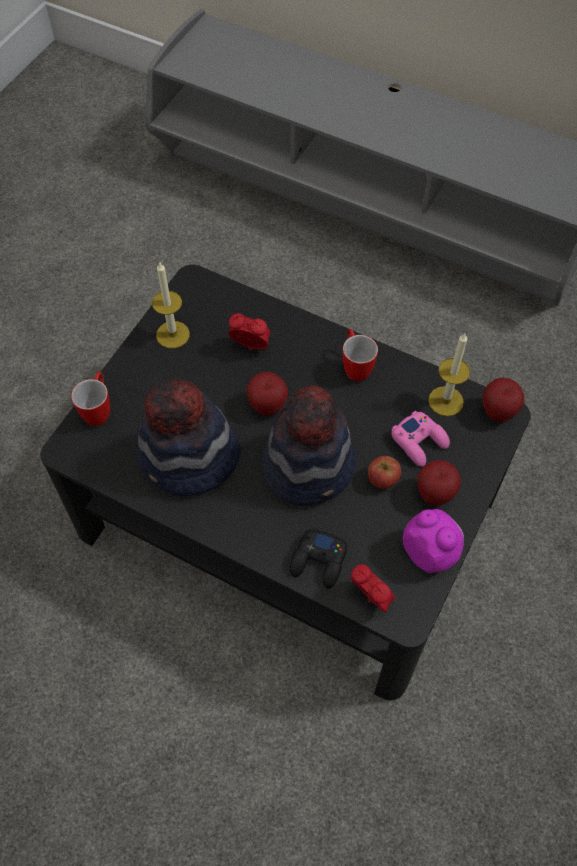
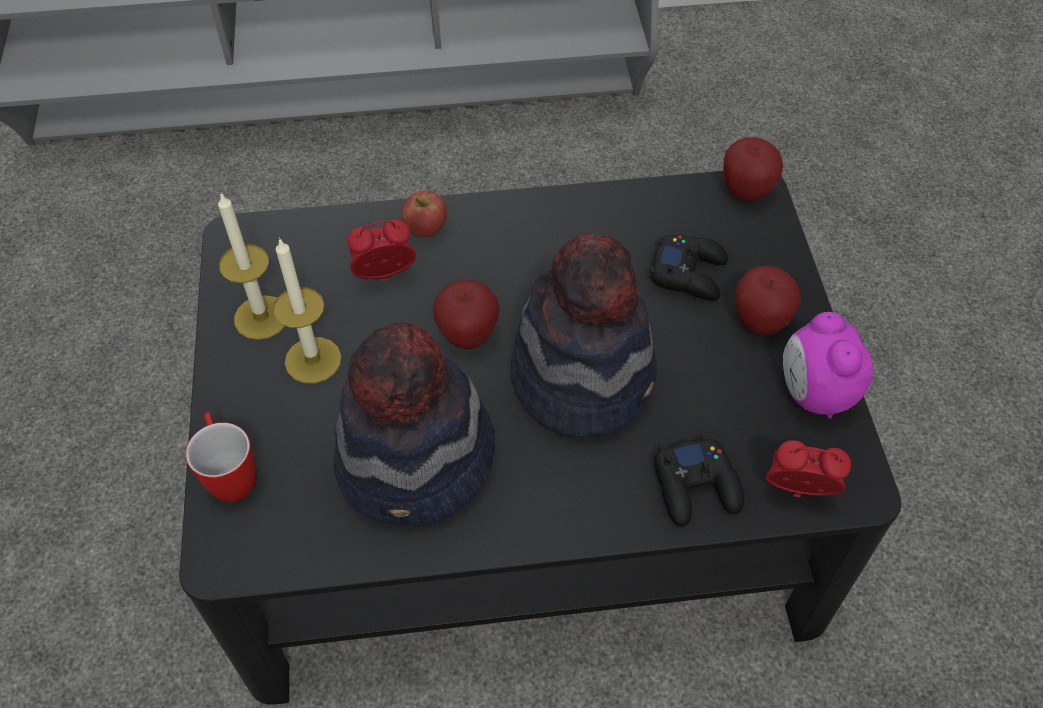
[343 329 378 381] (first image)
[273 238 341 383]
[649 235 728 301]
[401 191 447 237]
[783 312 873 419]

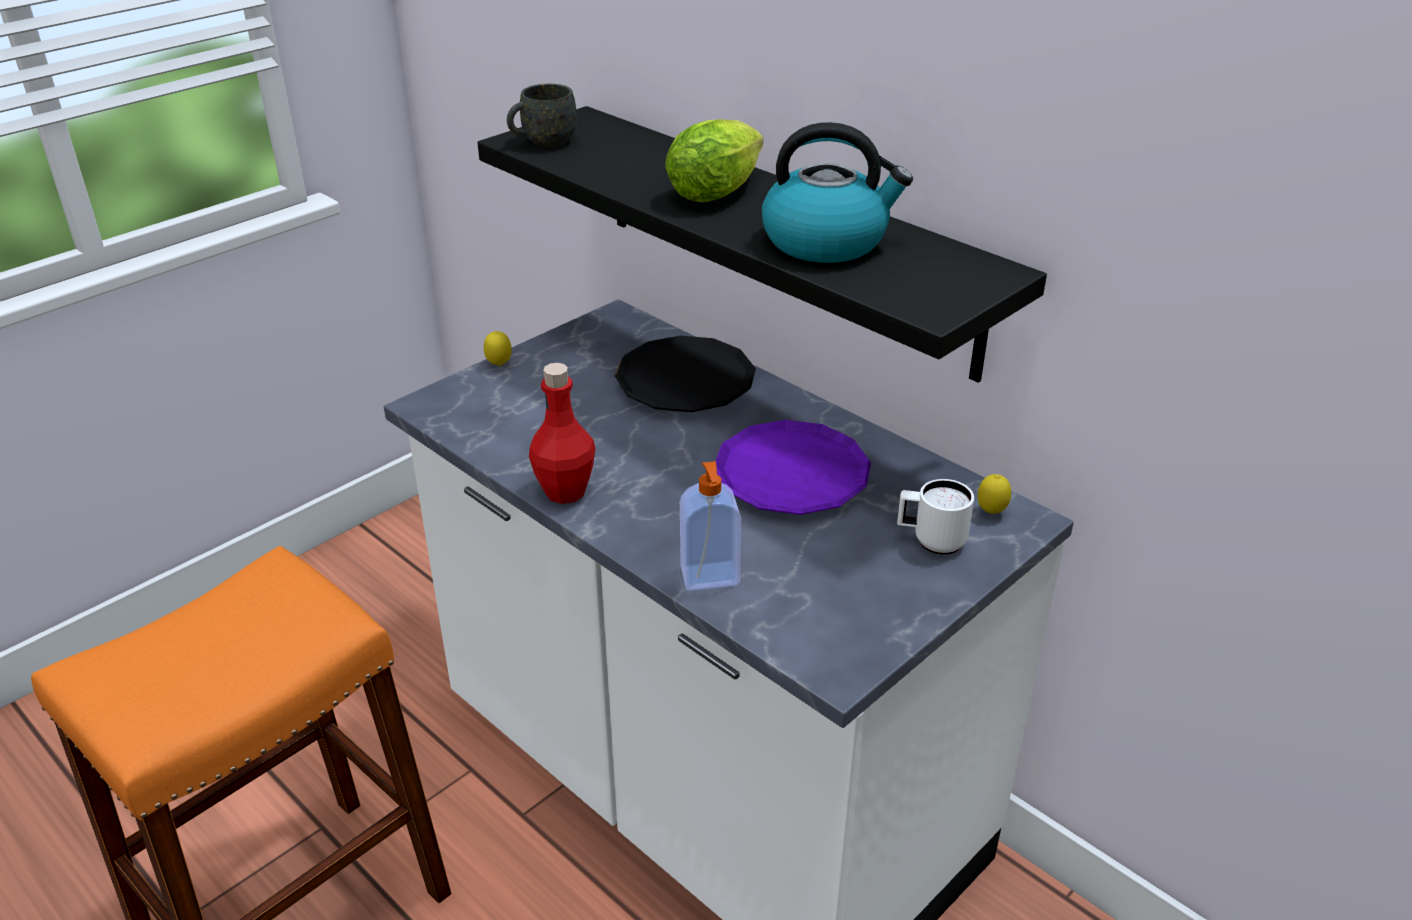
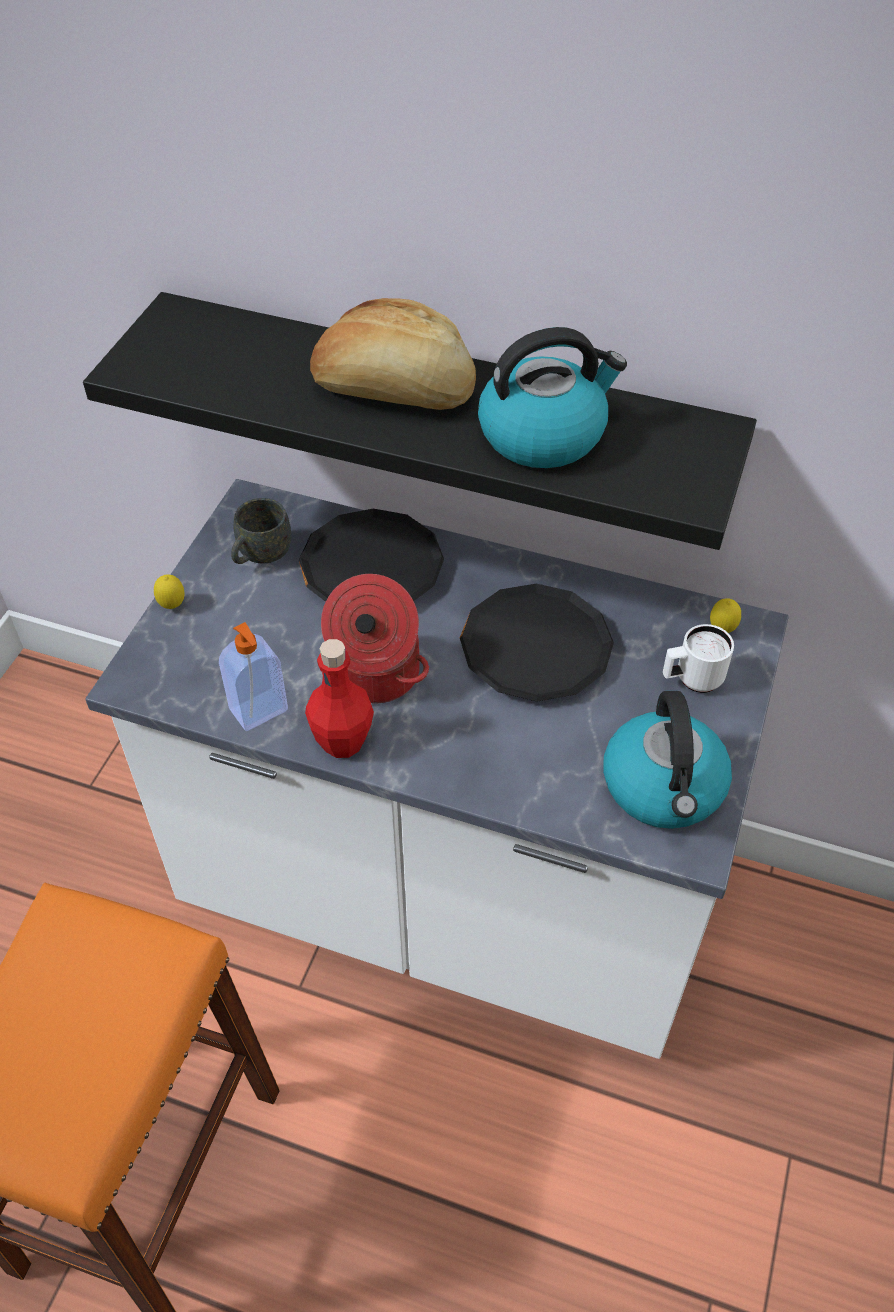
[231 498 291 564]
[310 298 476 410]
[460 583 614 702]
[219 622 288 731]
[321 574 429 703]
[603 691 732 829]

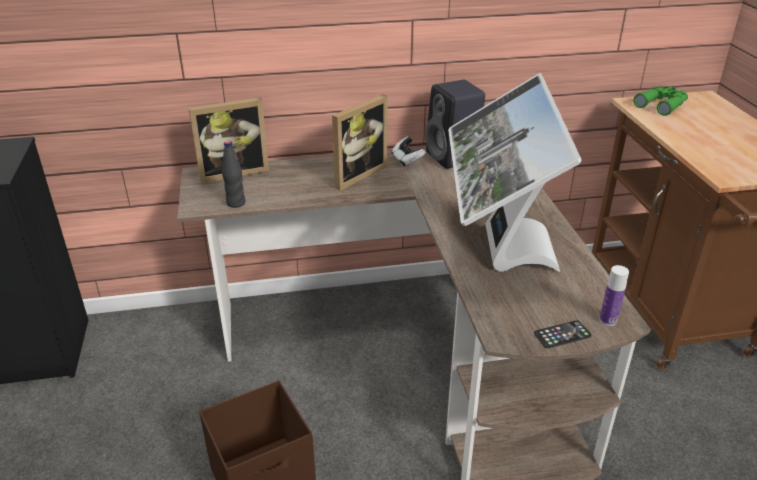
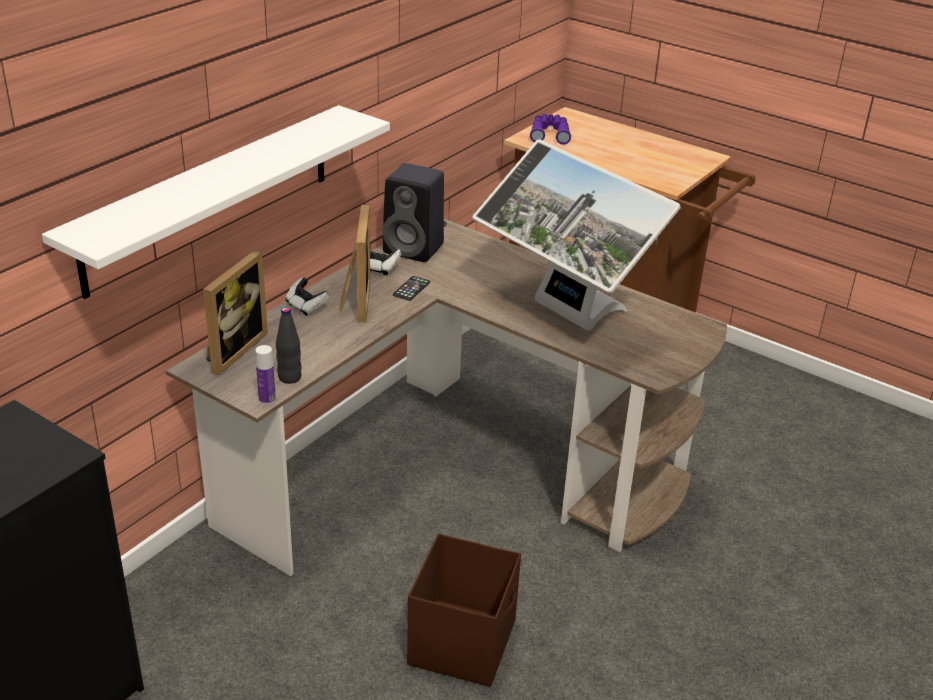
[530 114 571 145]
[255 345 276 404]
[393 276 430 301]
[42 105 390 299]
[286 277 330 316]

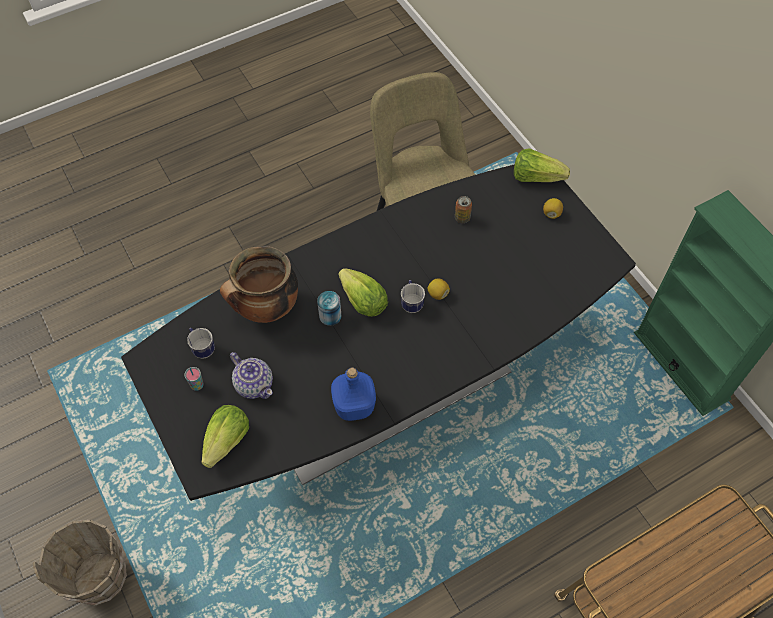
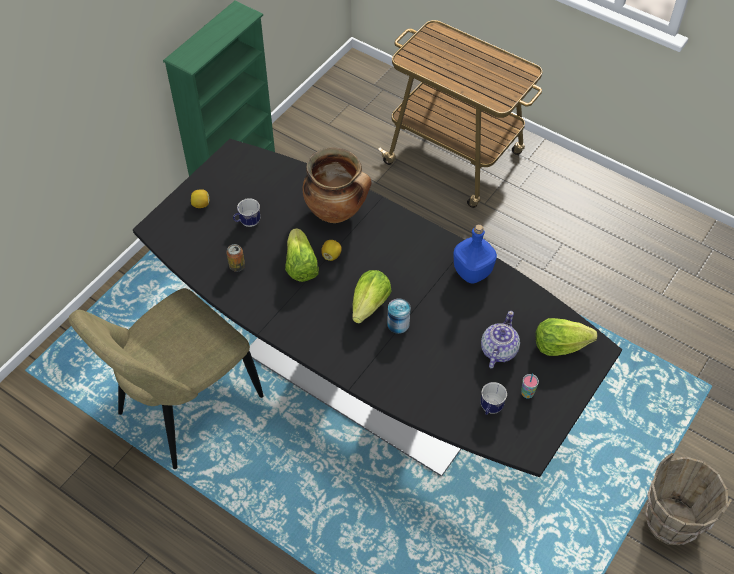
[285 228 319 282]
[302 148 372 223]
[233 198 260 227]

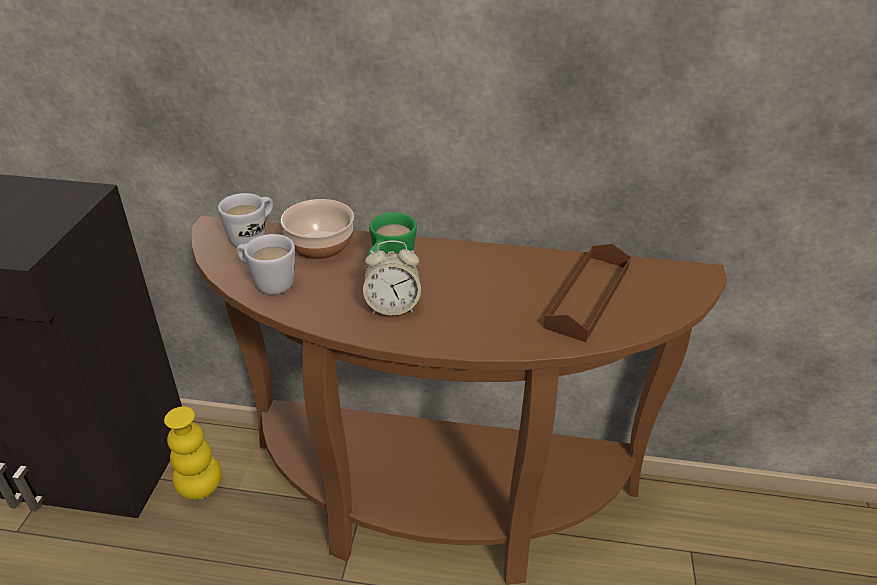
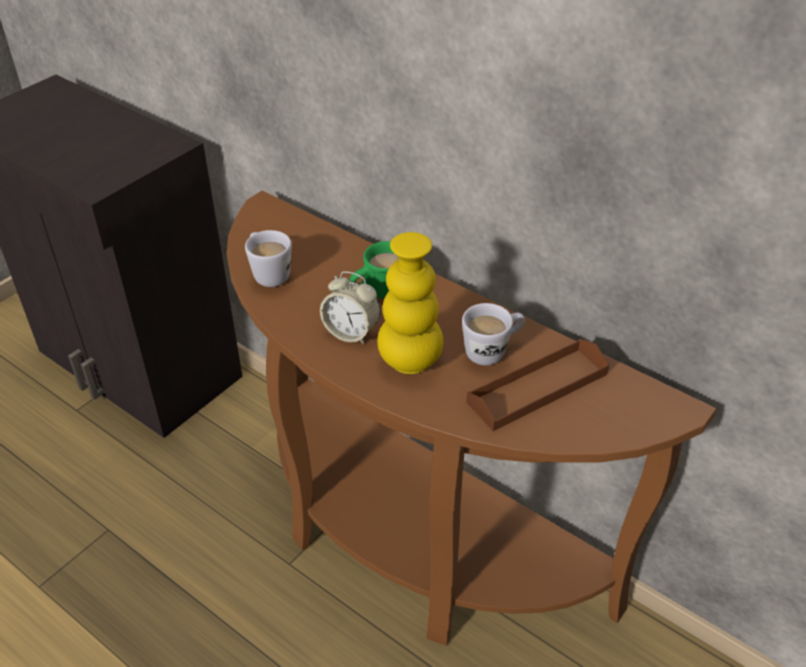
[462 303 525 365]
[281 199 354 261] (first image)
[377 232 443 374]

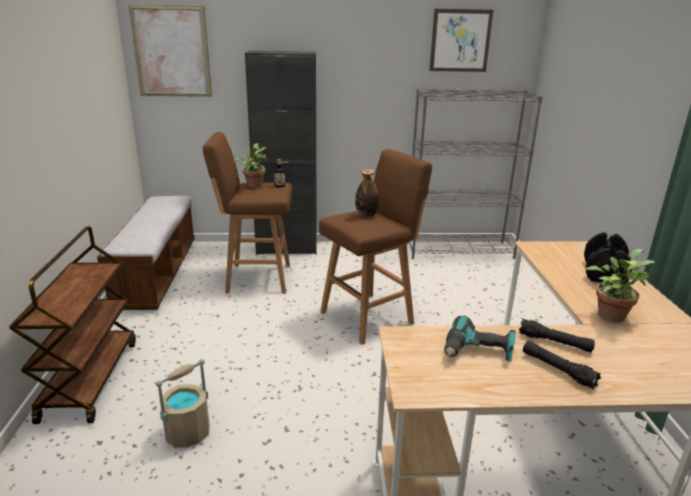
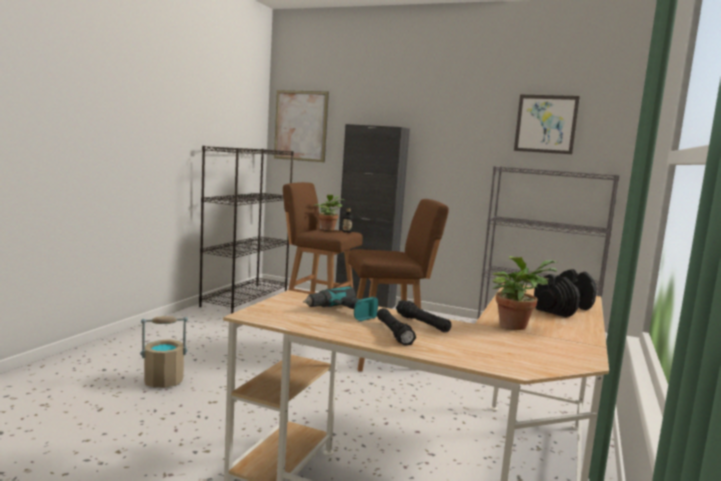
[355 169 380 216] (first image)
[199 146 294 314]
[9 226 136 424] (first image)

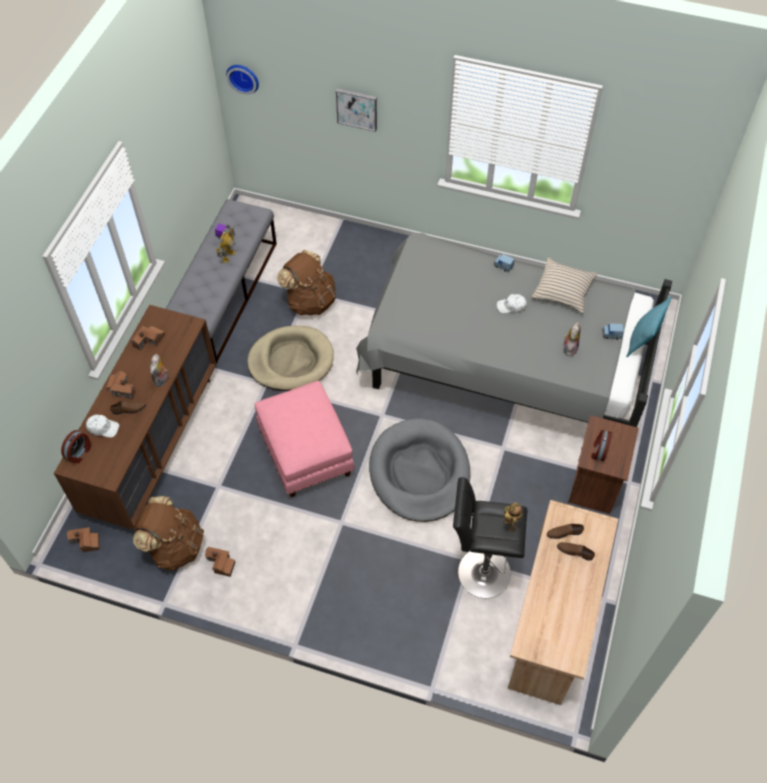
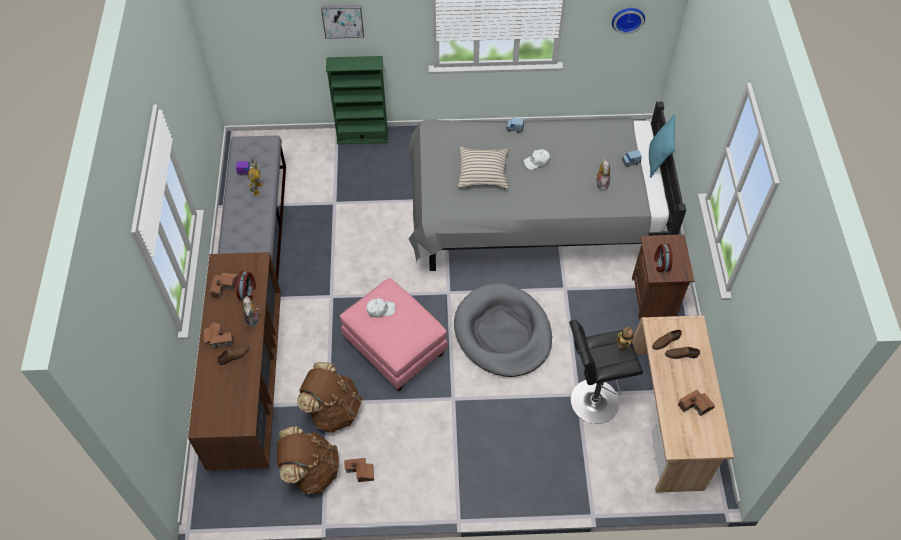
[612 8 645 34]
[297 362 362 433]
[458 146 509 189]
[247 326 334 391] (first image)
[366 298 395 318]
[236 271 256 300]
[678 390 715 416]
[326 56 388 144]

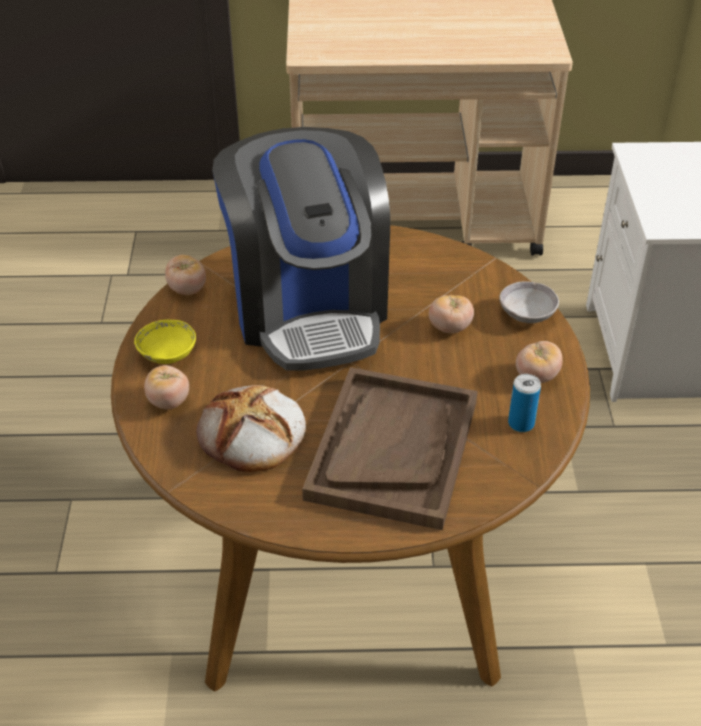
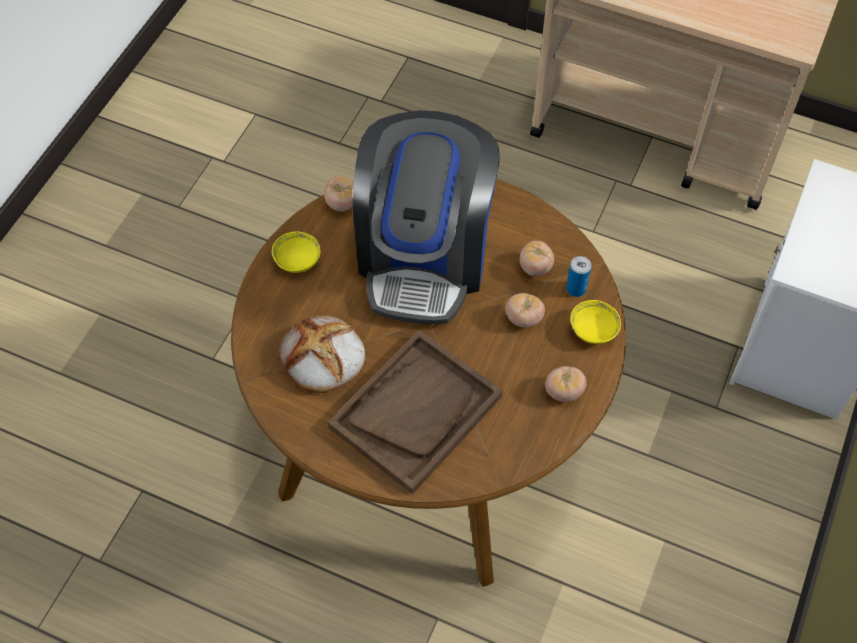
[570 300 621 344]
[520 241 554 277]
[566 256 591 297]

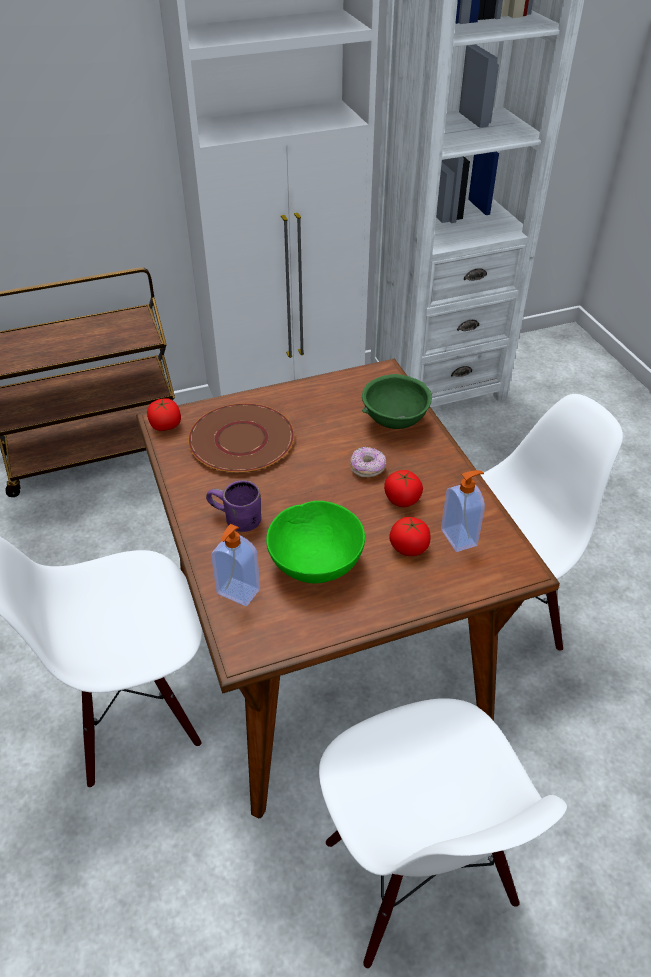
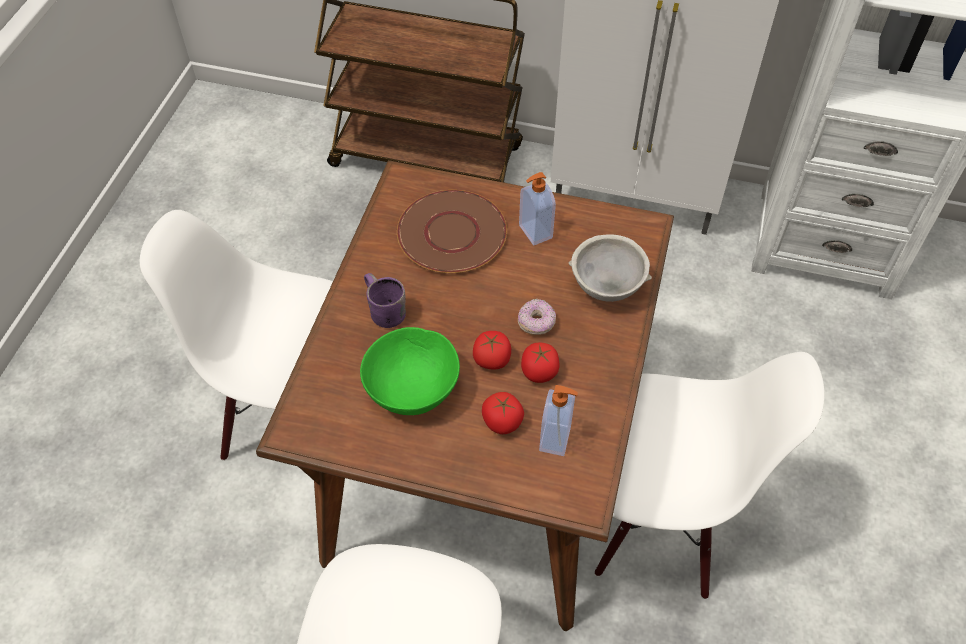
[569 234 652 302]
[473 331 511 370]
[519 172 556 245]

